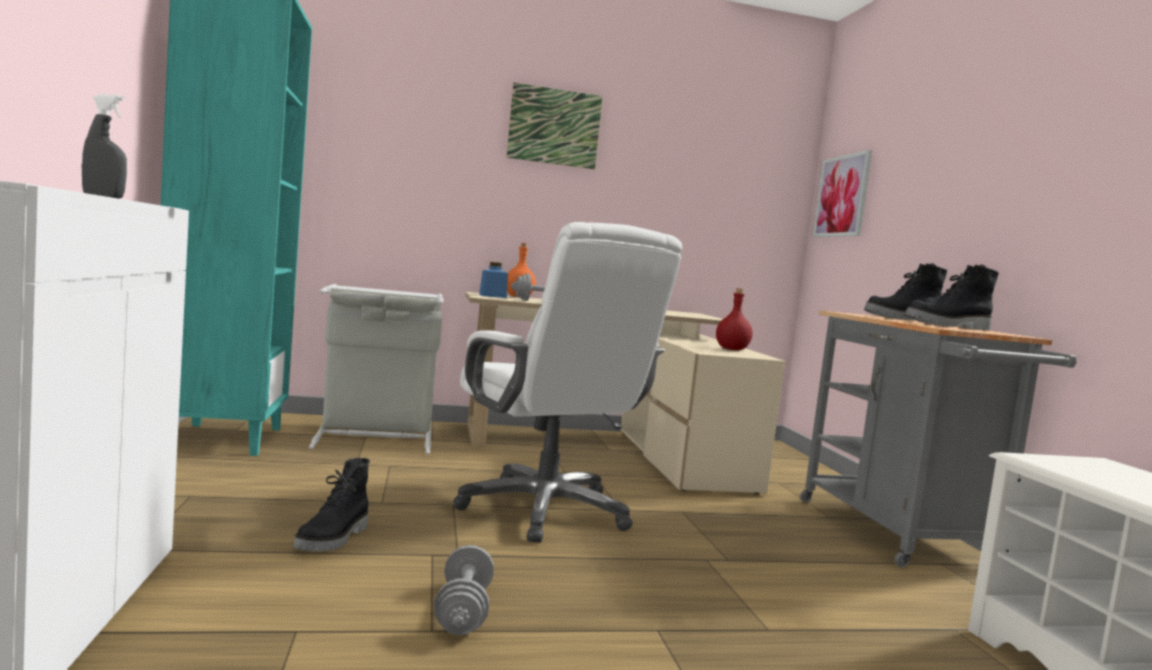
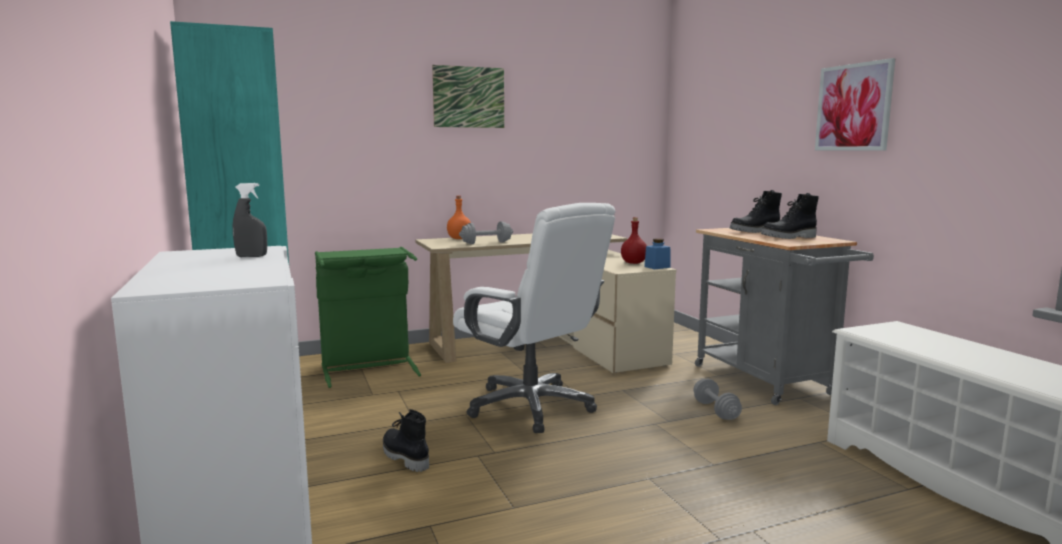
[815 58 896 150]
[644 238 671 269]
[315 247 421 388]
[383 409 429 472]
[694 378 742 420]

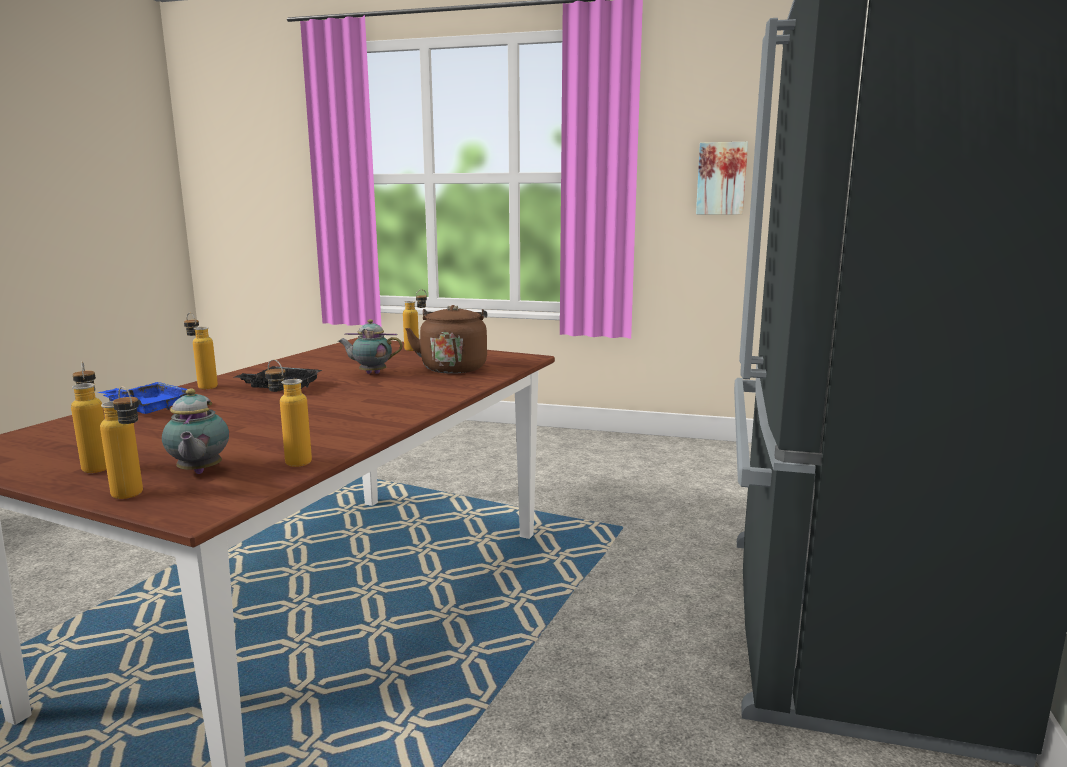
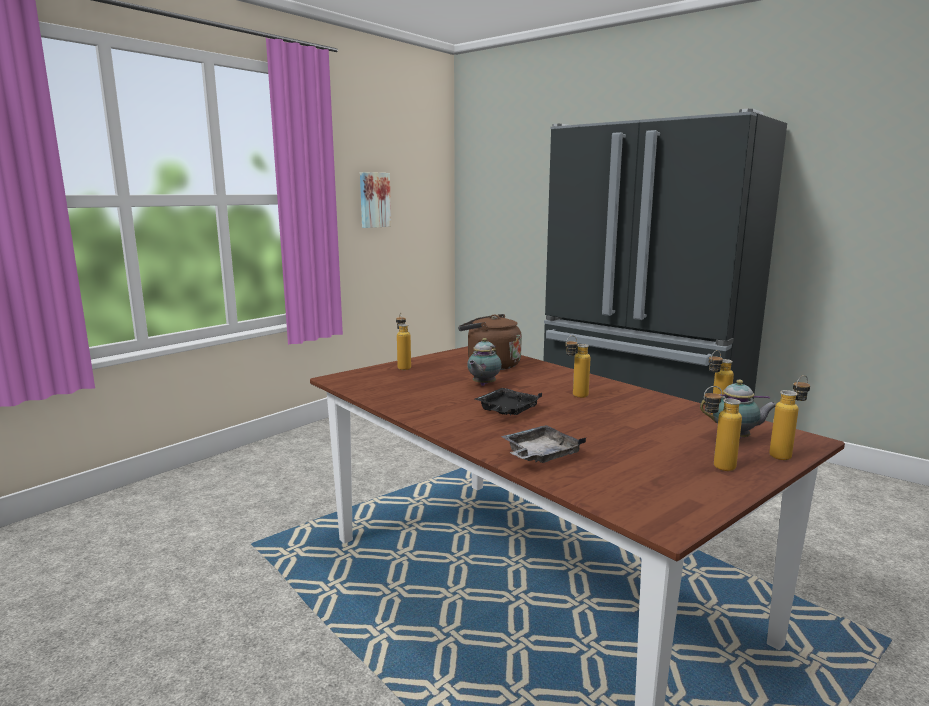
[566 335 590 398]
[501 425 586 463]

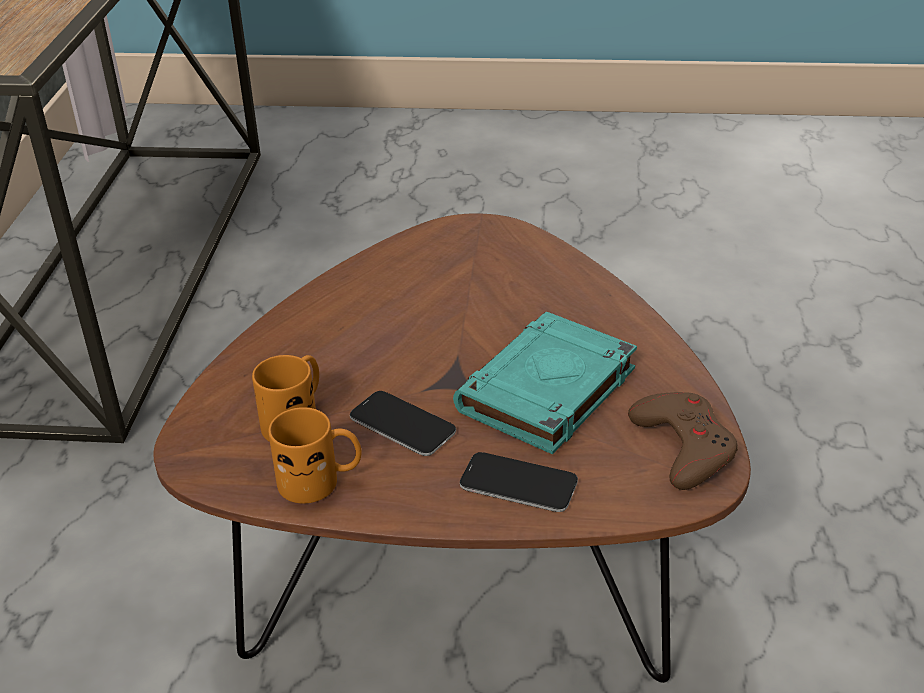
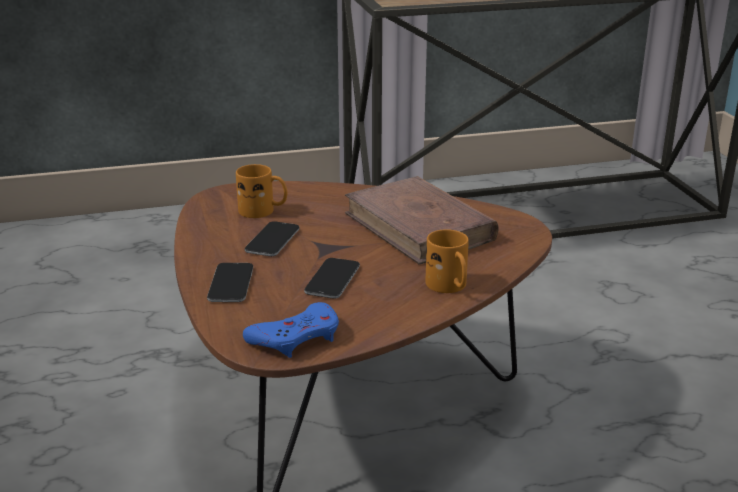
[304 258 360 299]
[243 302 339 358]
[426 229 469 293]
[345 176 499 264]

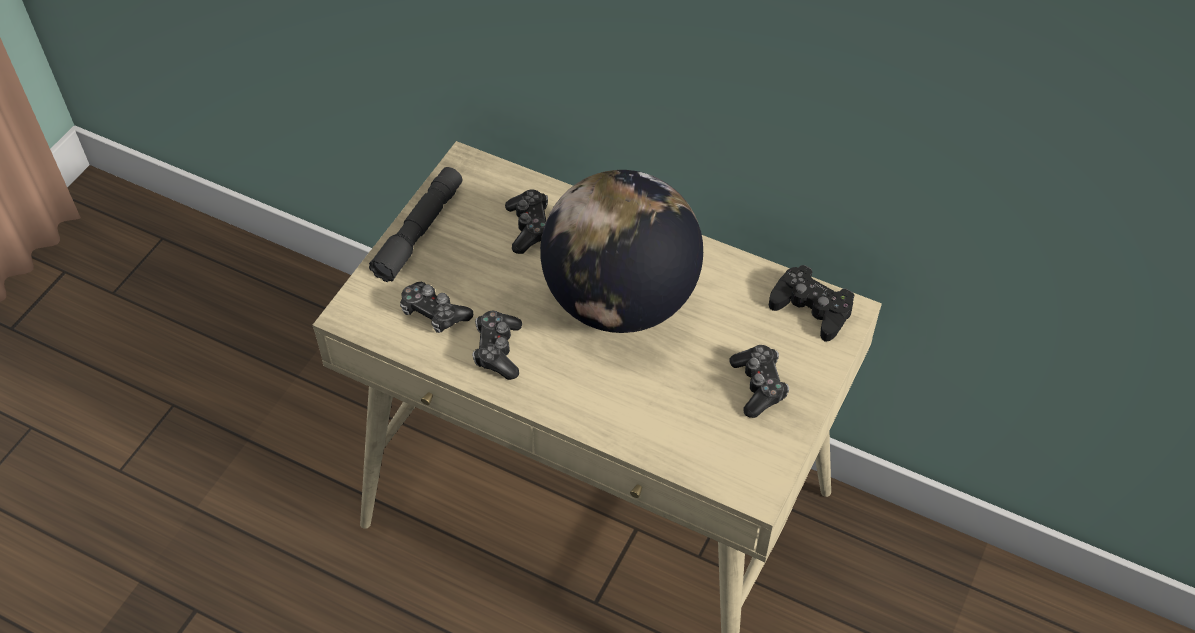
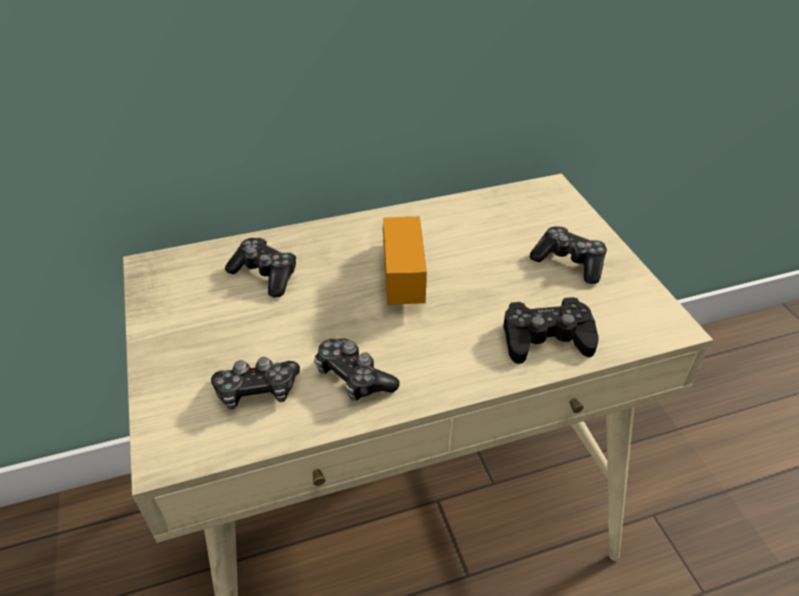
[369 167 462 282] (first image)
[383 216 427 305]
[503 297 599 364]

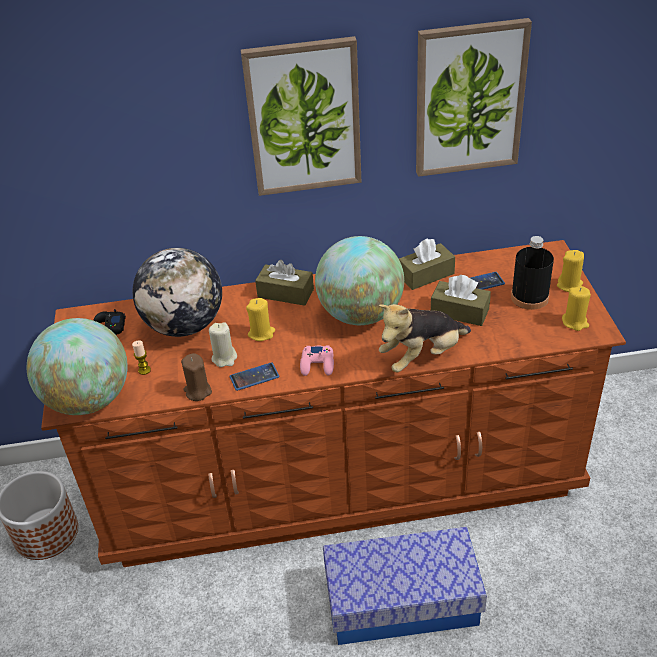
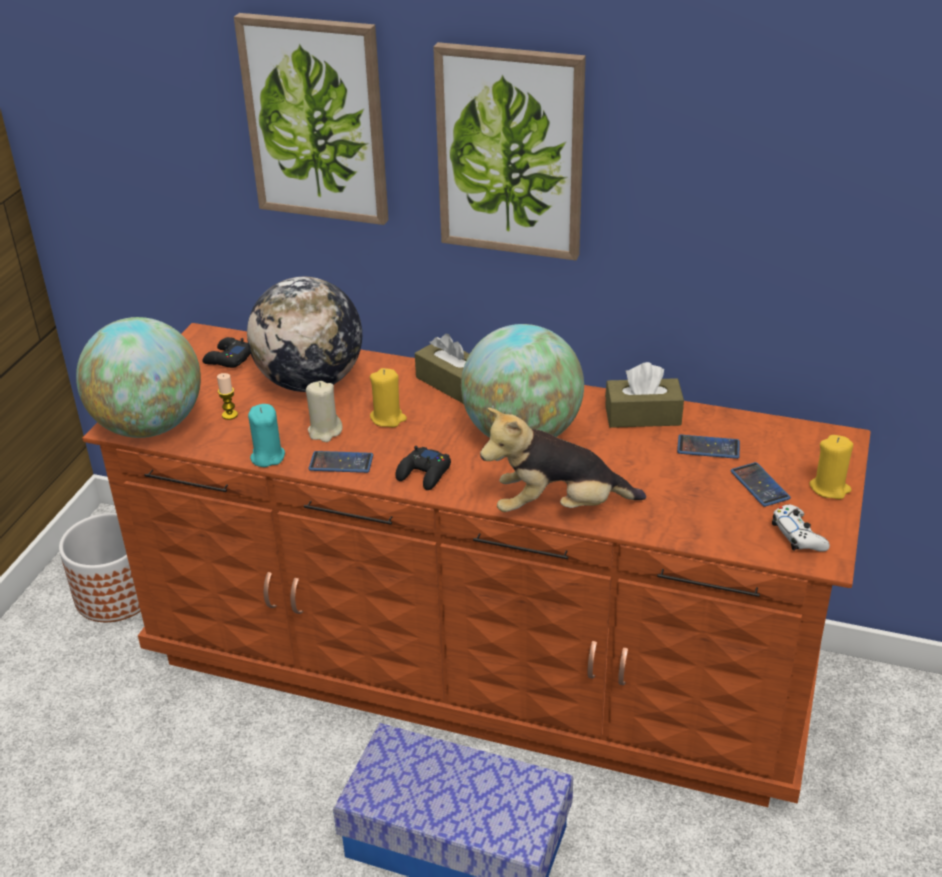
[234 13 389 225]
[730 462 791 507]
[431 275 491 326] (first image)
[772 504 830 552]
[396 446 451 490]
[248 404 285 467]

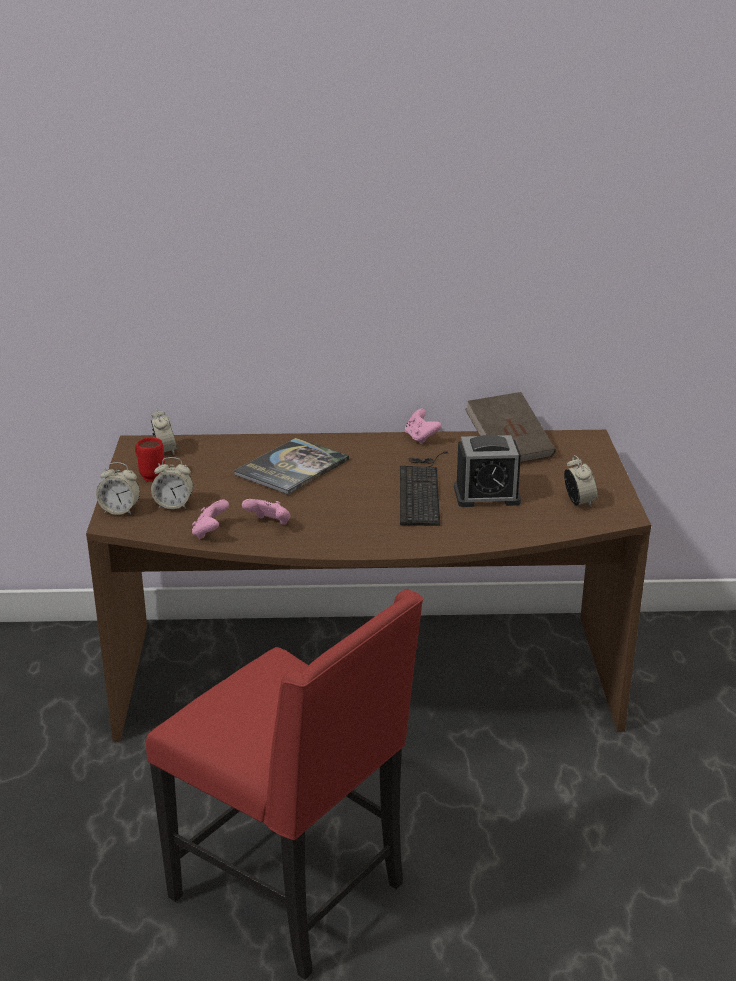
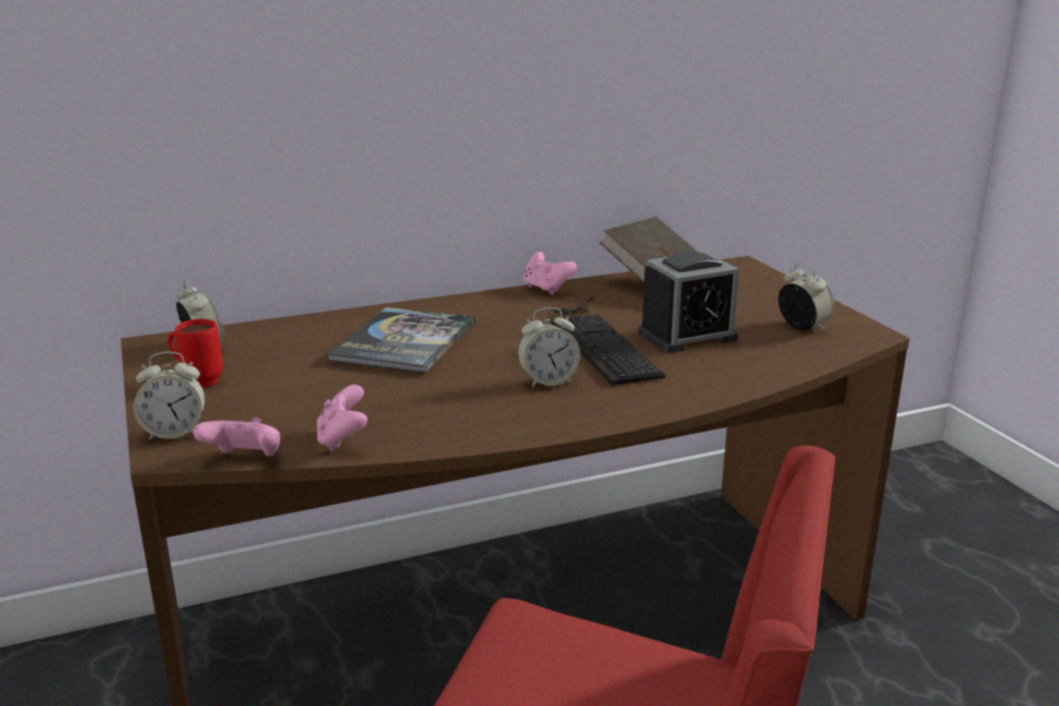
[518 307 581 388]
[193 418 280 456]

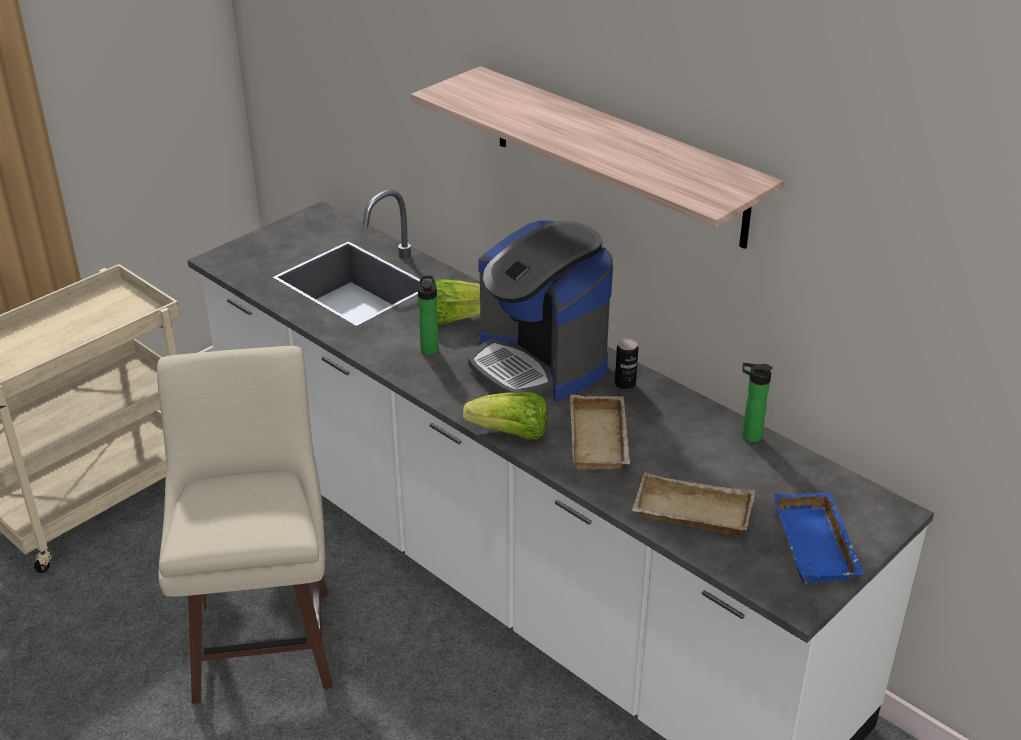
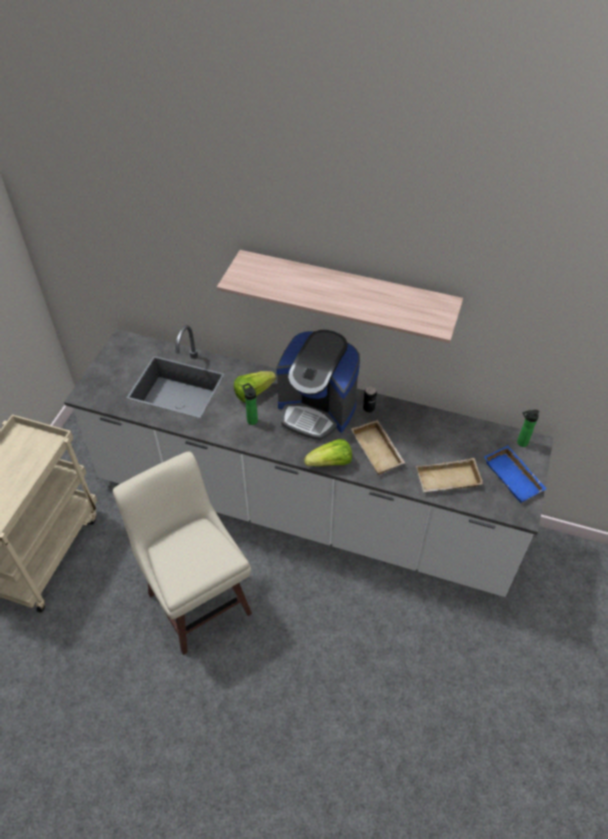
[517 410 539 447]

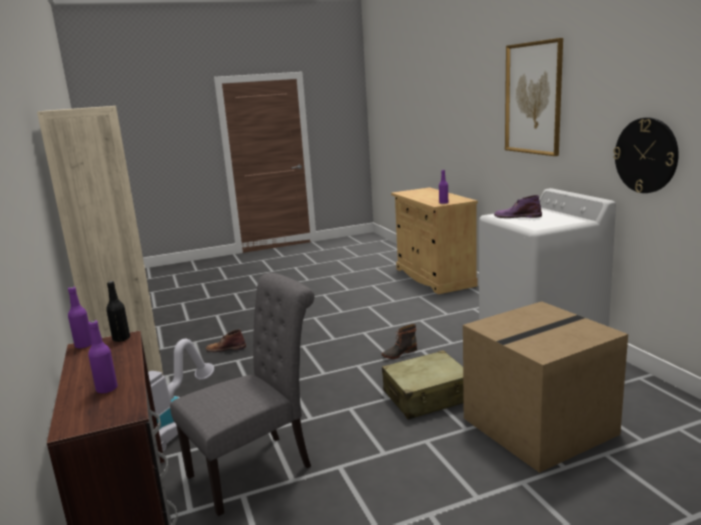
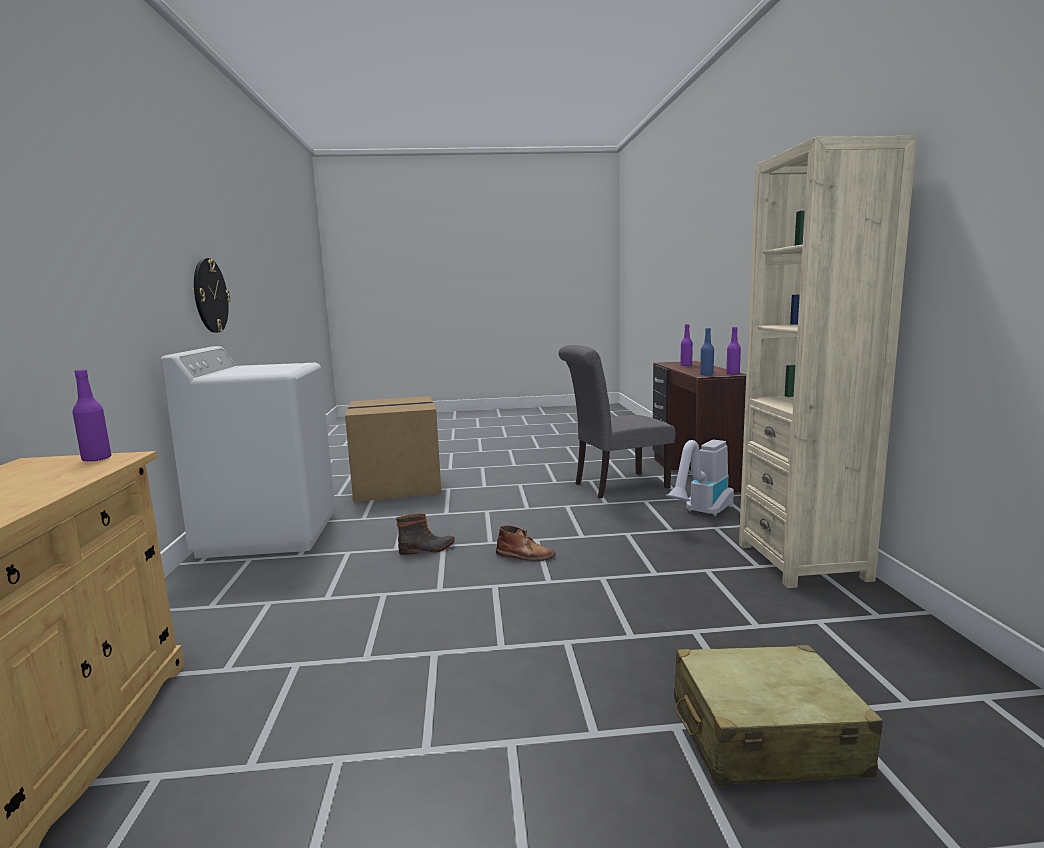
[505 38 563 156] (first image)
[494 195 542 218] (first image)
[700 328 714 375]
[496 525 556 561]
[674 645 883 786]

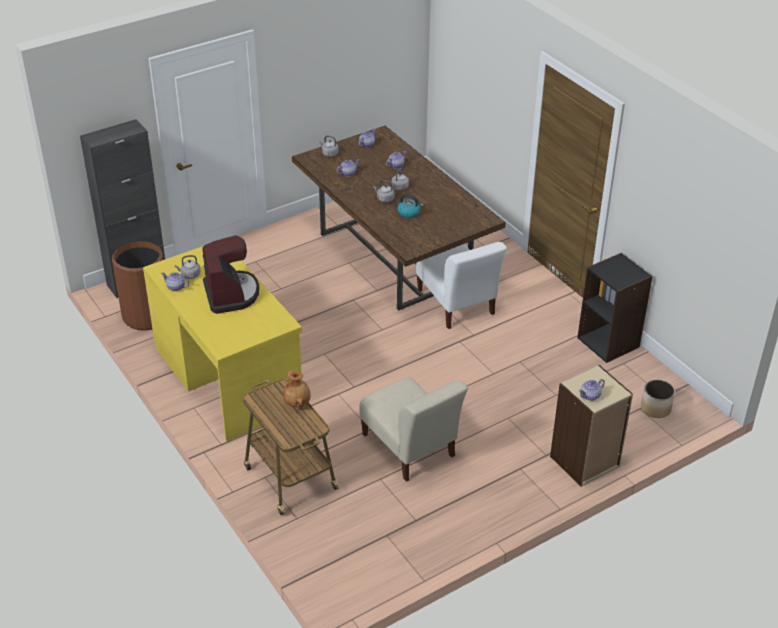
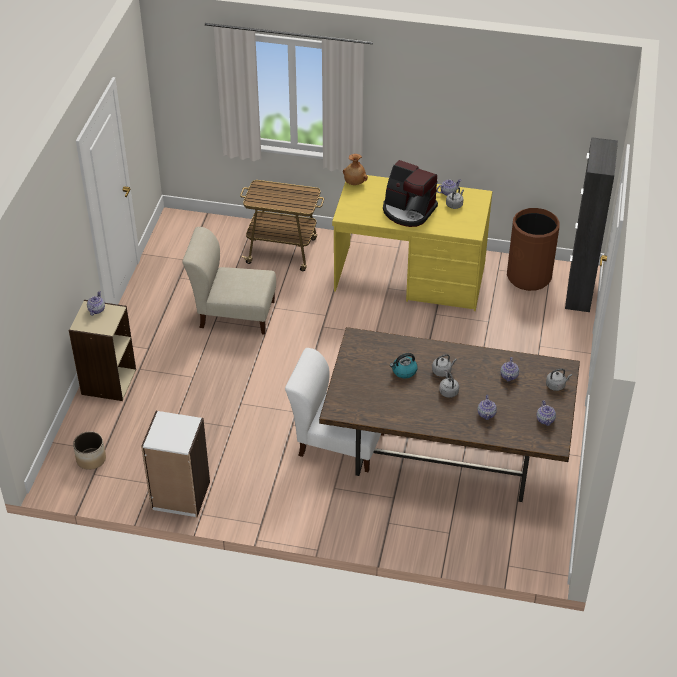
[141 411 210 517]
[343 154 368 185]

